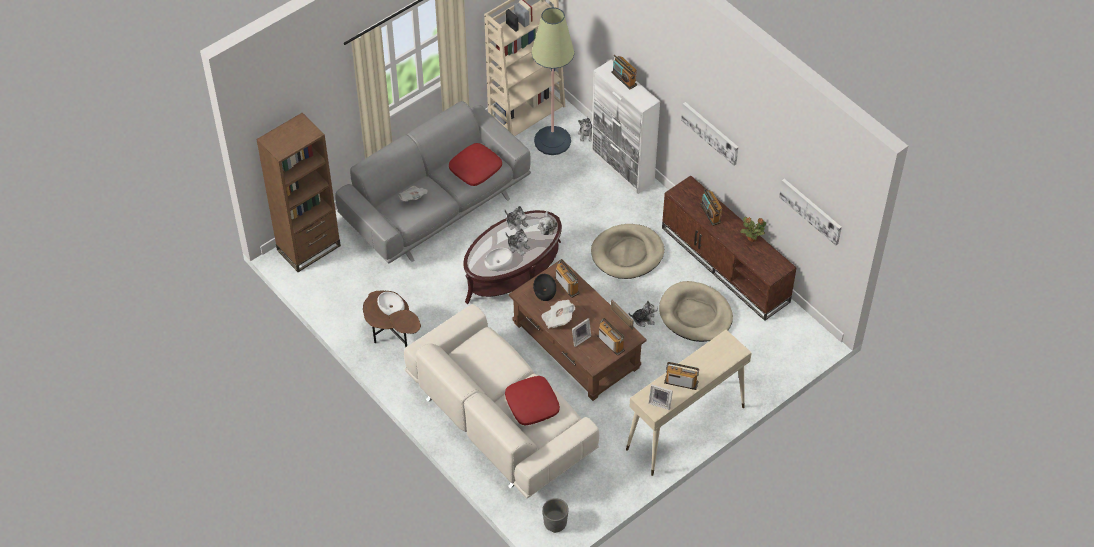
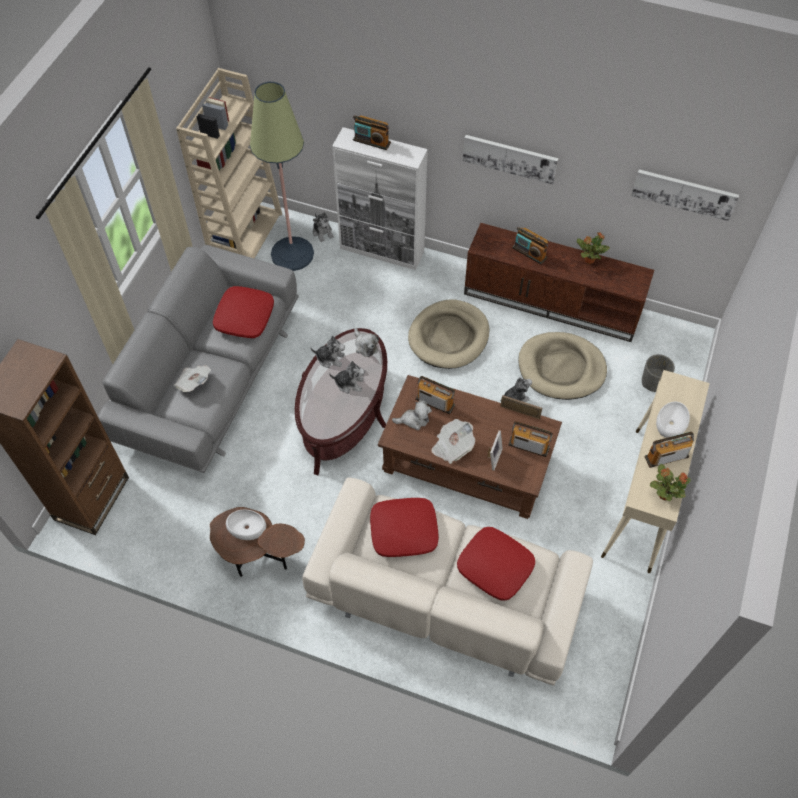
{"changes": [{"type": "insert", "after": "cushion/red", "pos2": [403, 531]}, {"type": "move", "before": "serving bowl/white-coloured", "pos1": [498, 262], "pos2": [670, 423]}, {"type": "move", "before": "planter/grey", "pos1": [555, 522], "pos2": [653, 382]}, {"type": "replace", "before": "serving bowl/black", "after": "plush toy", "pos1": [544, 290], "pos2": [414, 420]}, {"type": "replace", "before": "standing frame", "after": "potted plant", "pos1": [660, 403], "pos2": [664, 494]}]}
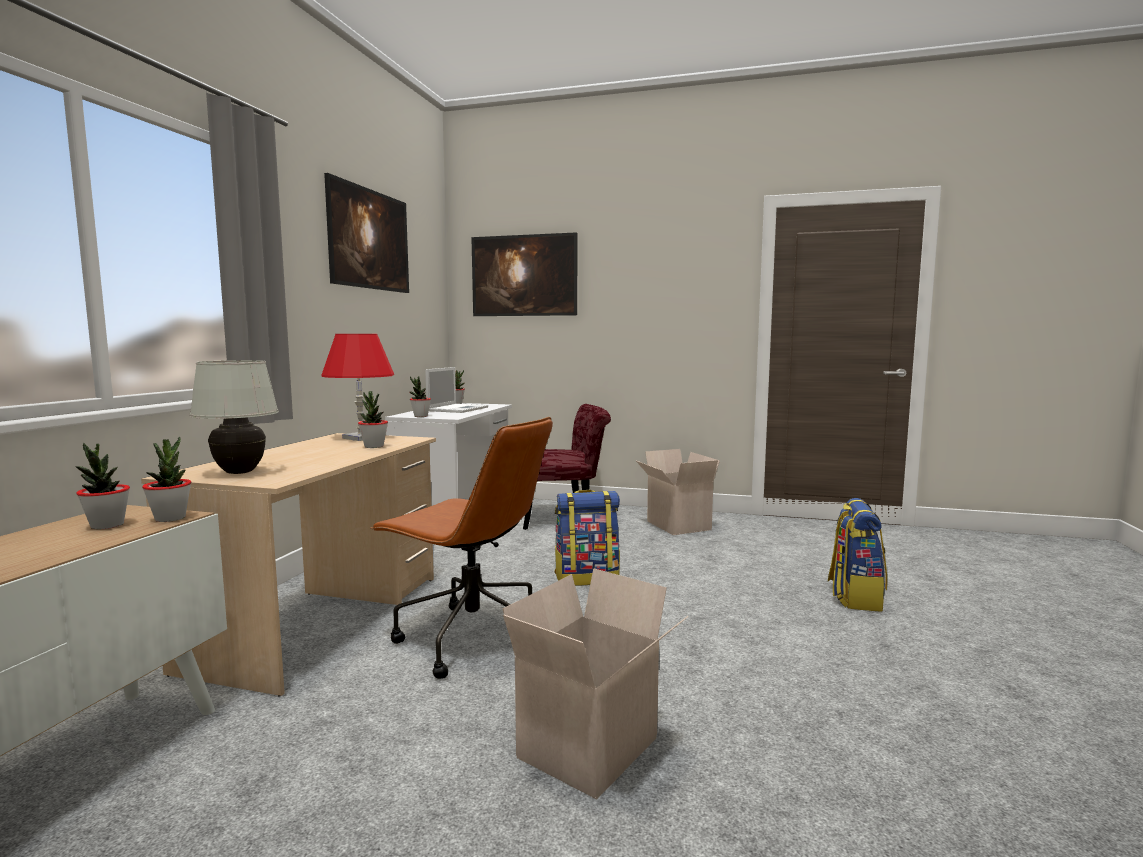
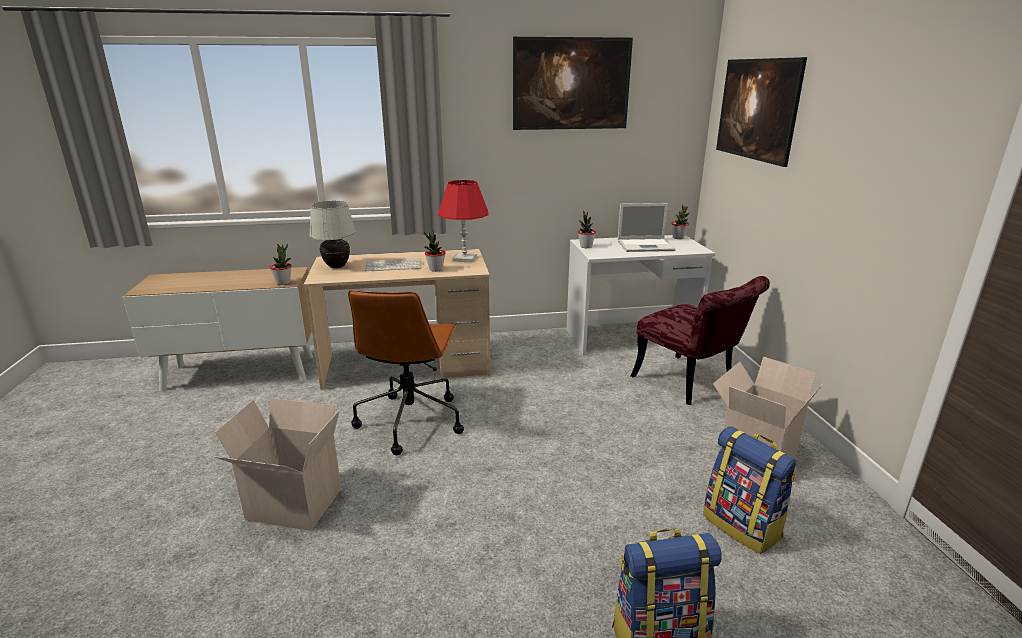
{"changes": [{"type": "delete", "before": "potted plant", "pos1": [107, 525]}, {"type": "insert", "after": "computer keyboard", "pos2": [394, 265]}, {"type": "move", "before": "rucksack", "pos1": [587, 577], "pos2": [742, 526]}]}
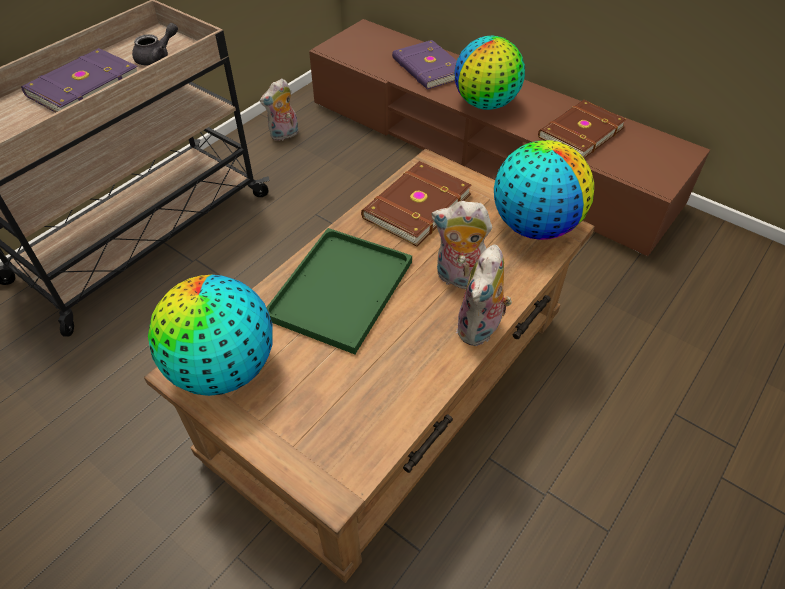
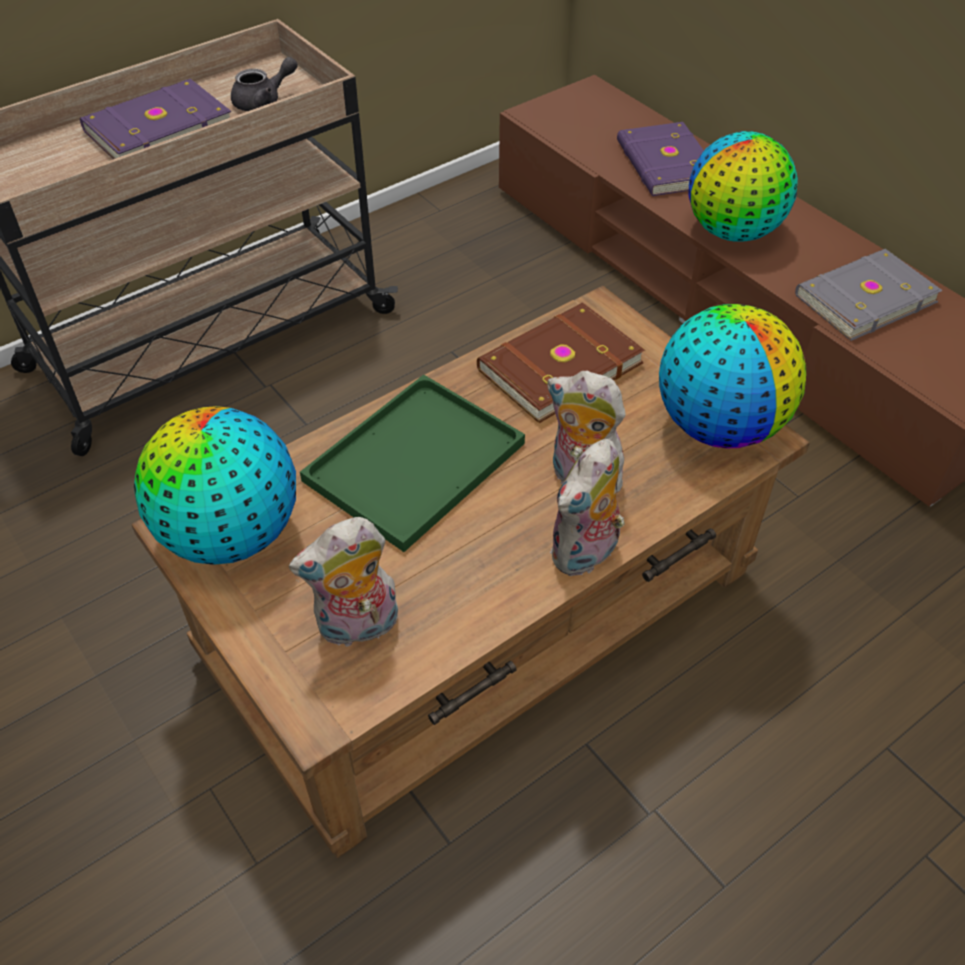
{"changes": [{"type": "move", "before": "plush toy", "pos1": [284, 135], "pos2": [357, 628]}, {"type": "recolor", "before": "bound book/brown-coloured", "after": "bound book/grey", "pos1": [579, 132], "pos2": [863, 297]}]}
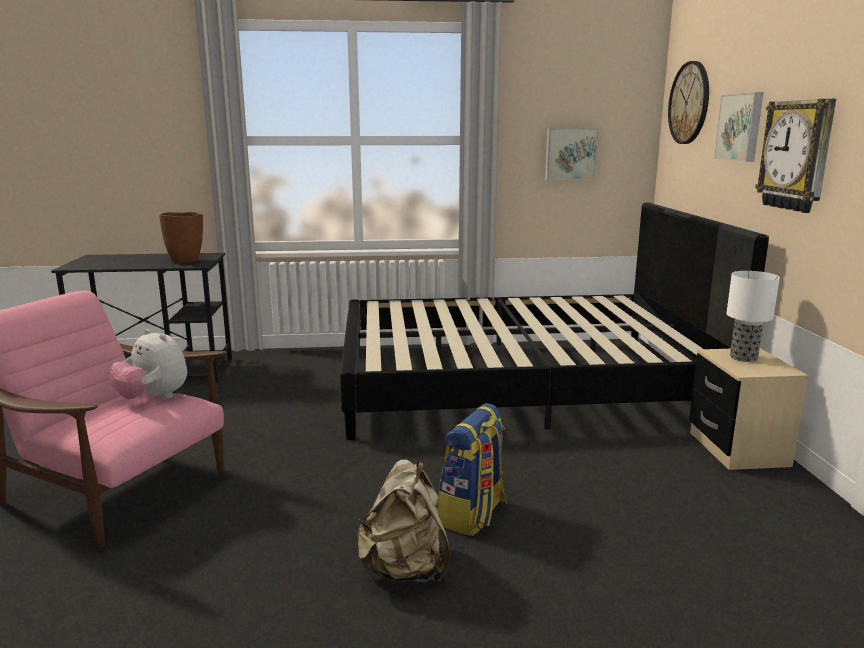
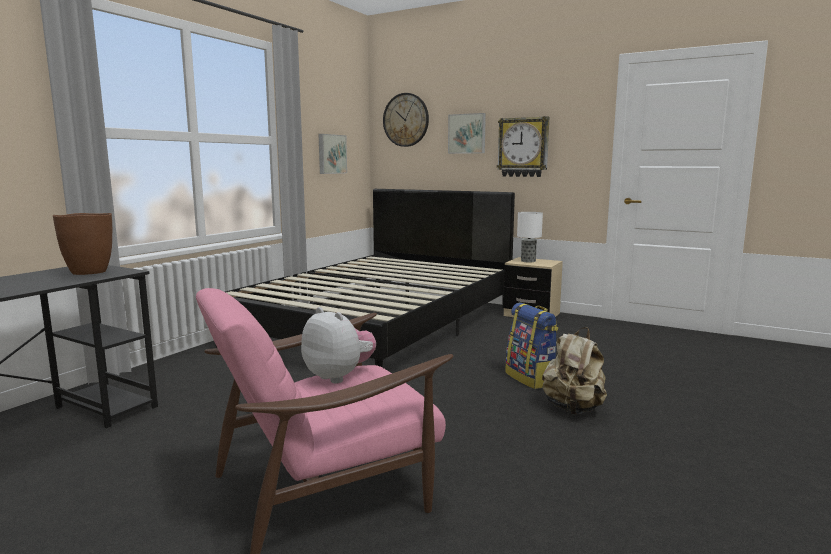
{"changes": [{"type": "rotate", "before": "plush toy", "pos1": [153, 398], "pos2": [339, 376], "turn": -120}]}
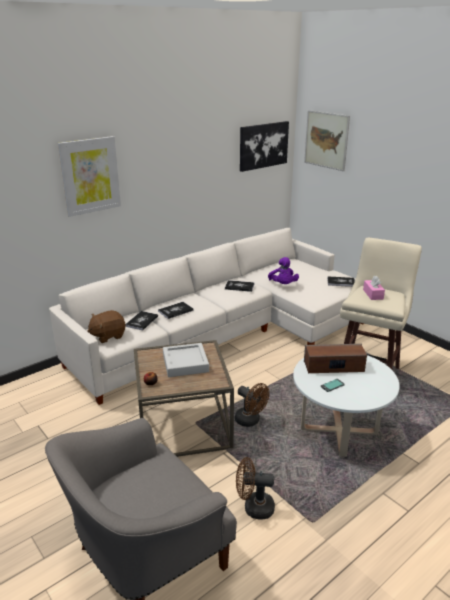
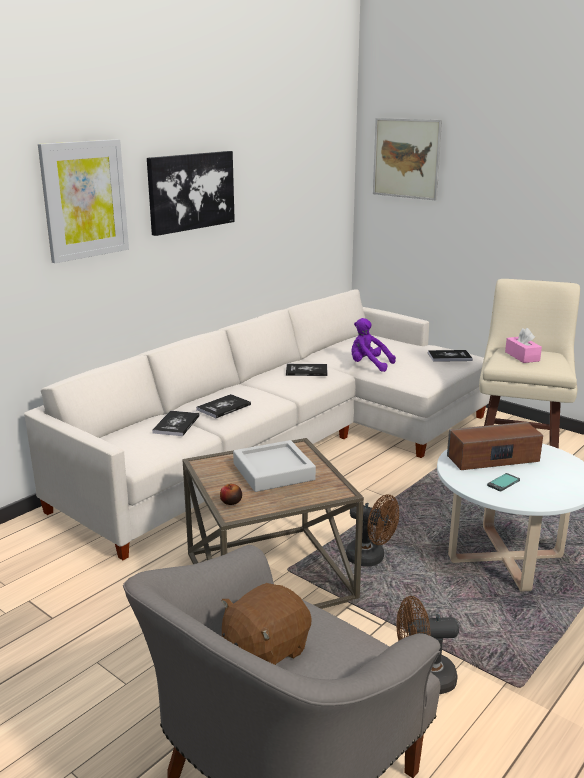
{"changes": [{"type": "move", "before": "plush toy/brown-coloured", "pos1": [108, 336], "pos2": [264, 650]}, {"type": "move", "before": "picture", "pos1": [263, 145], "pos2": [191, 191]}, {"type": "rotate", "before": "plush toy/purplish", "pos1": [283, 285], "pos2": [368, 365], "turn": 135}]}
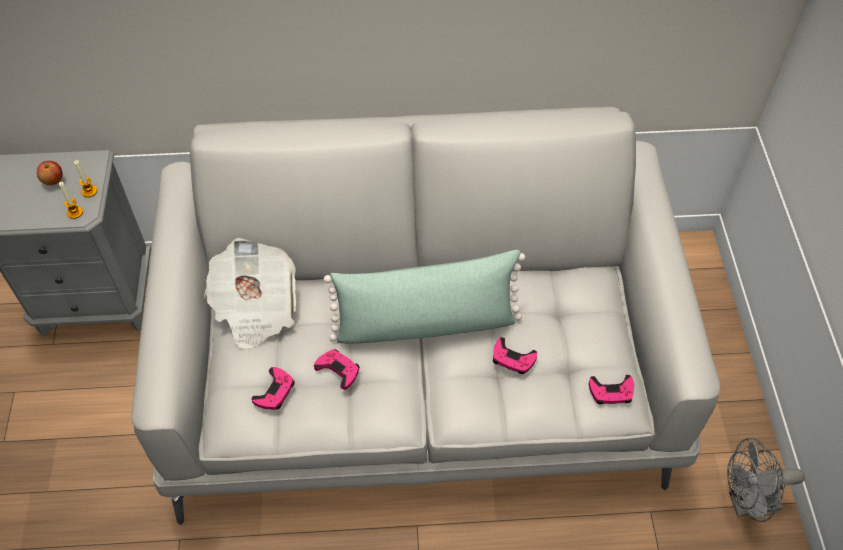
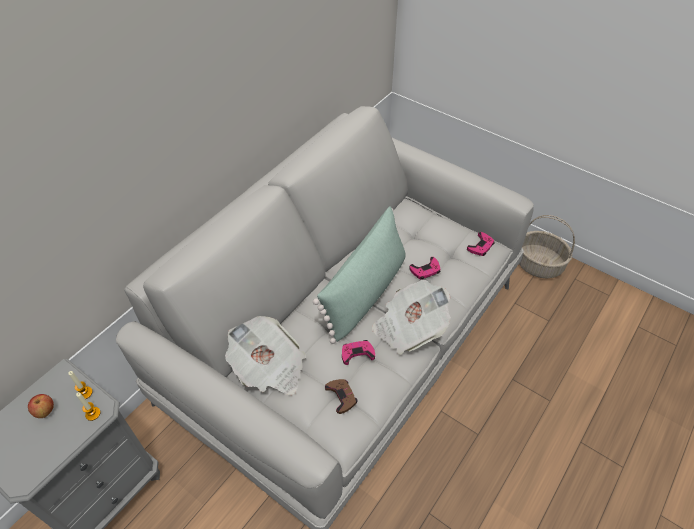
{"changes": [{"type": "insert", "after": "newspaper", "pos2": [409, 327]}, {"type": "replace", "before": "fan/grey", "after": "basket", "pos1": [746, 503], "pos2": [539, 265]}, {"type": "recolor", "before": "gamepad/pinkish", "after": "gamepad/brown-coloured", "pos1": [274, 391], "pos2": [341, 396]}]}
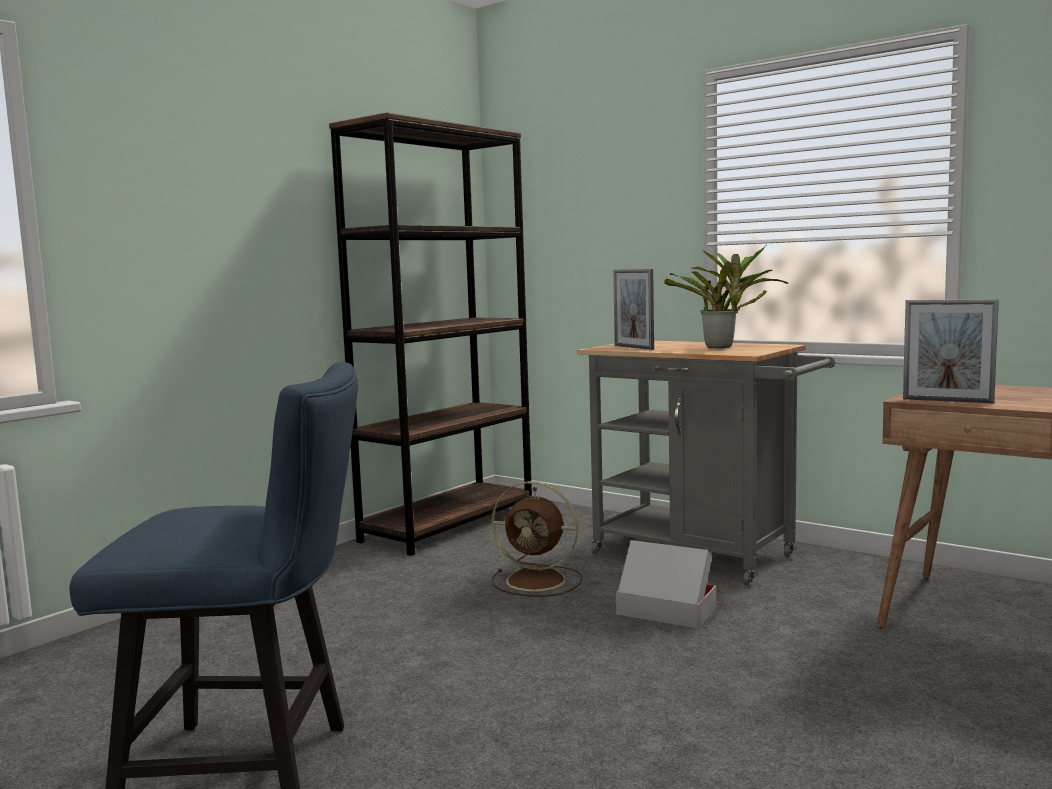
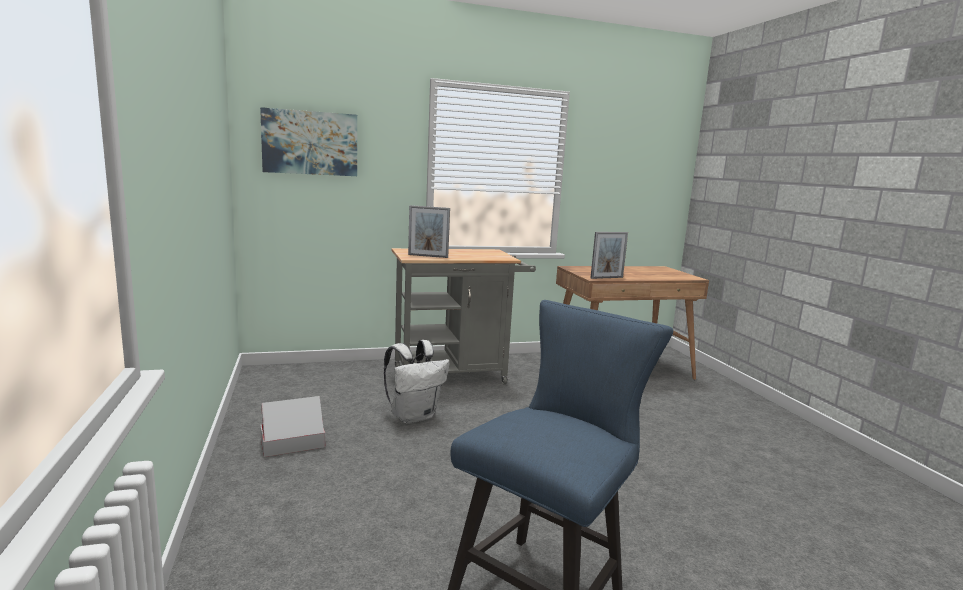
{"changes": [{"type": "delete", "before": "bookcase/brown-coloured", "pos1": [449, 524]}, {"type": "delete", "before": "potted plant", "pos1": [723, 347]}, {"type": "insert", "after": "picture", "pos2": [310, 143]}, {"type": "move", "before": "cardboard box", "pos1": [666, 611], "pos2": [292, 443]}, {"type": "replace", "before": "fan/brown-coloured", "after": "rucksack/white-coloured", "pos1": [539, 581], "pos2": [414, 416]}]}
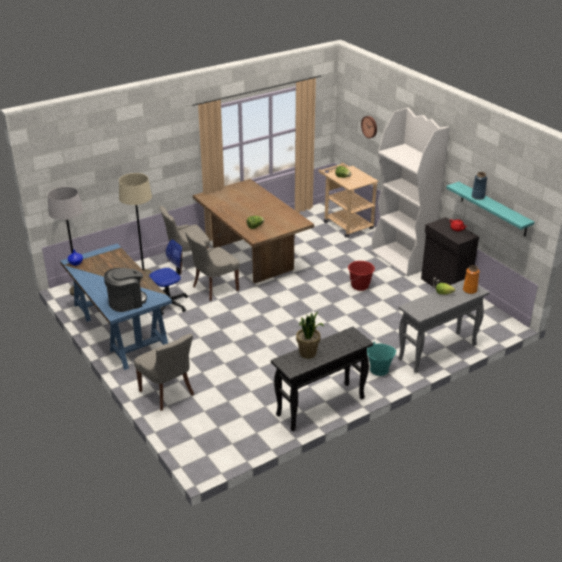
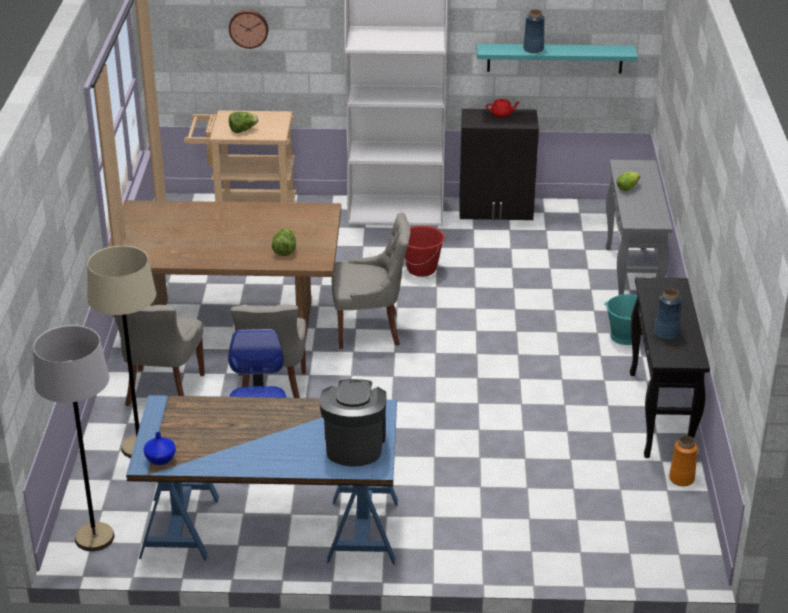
{"changes": [{"type": "move", "before": "chair/grey", "pos1": [168, 393], "pos2": [370, 330]}, {"type": "move", "before": "vase/orange-coloured", "pos1": [469, 290], "pos2": [681, 478]}, {"type": "replace", "before": "potted plant", "after": "vase/bluish", "pos1": [308, 353], "pos2": [666, 333]}]}
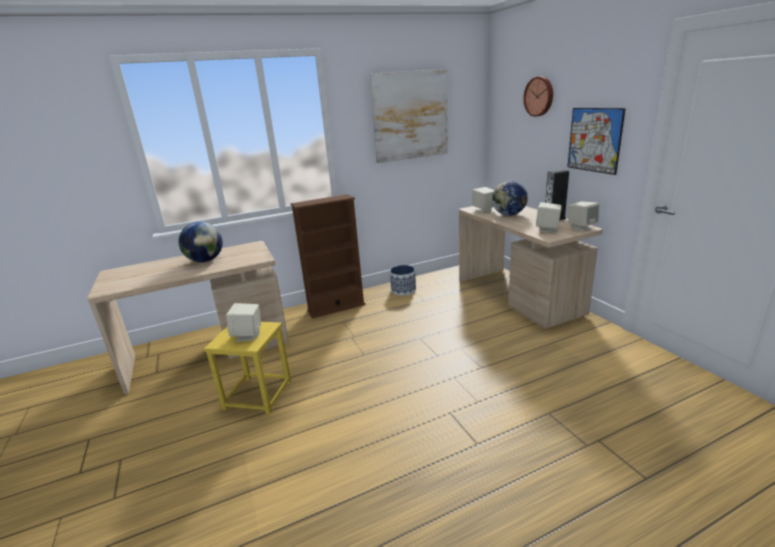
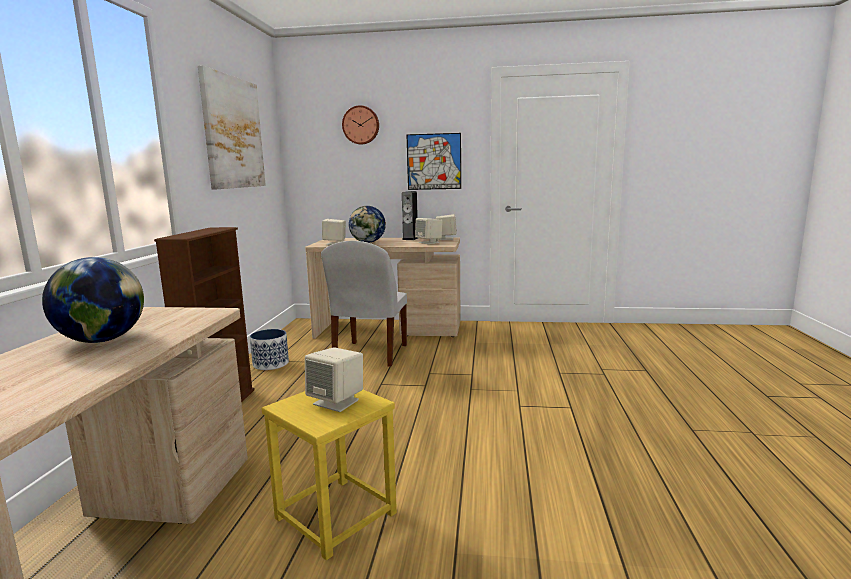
{"changes": [{"type": "insert", "after": "chair/white-coloured", "pos2": [369, 355]}]}
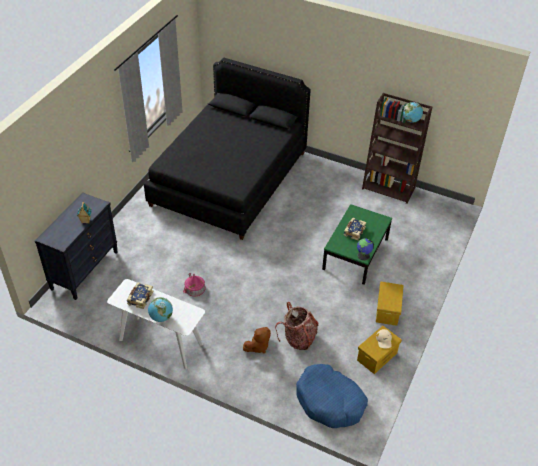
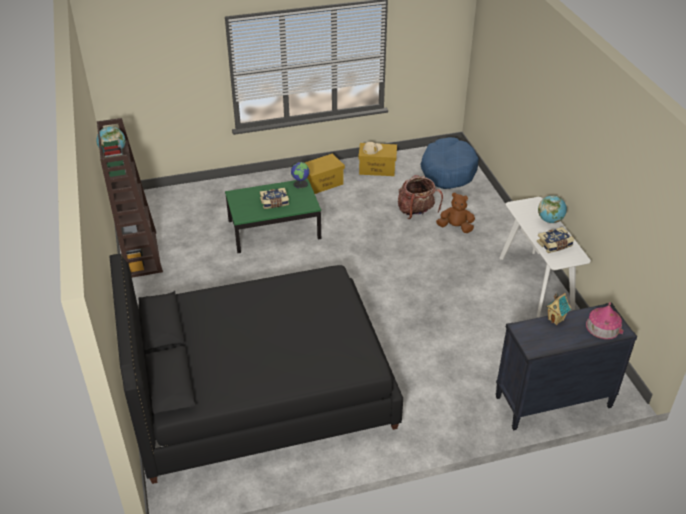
{"changes": [{"type": "move", "before": "toy house", "pos1": [194, 288], "pos2": [603, 327]}]}
